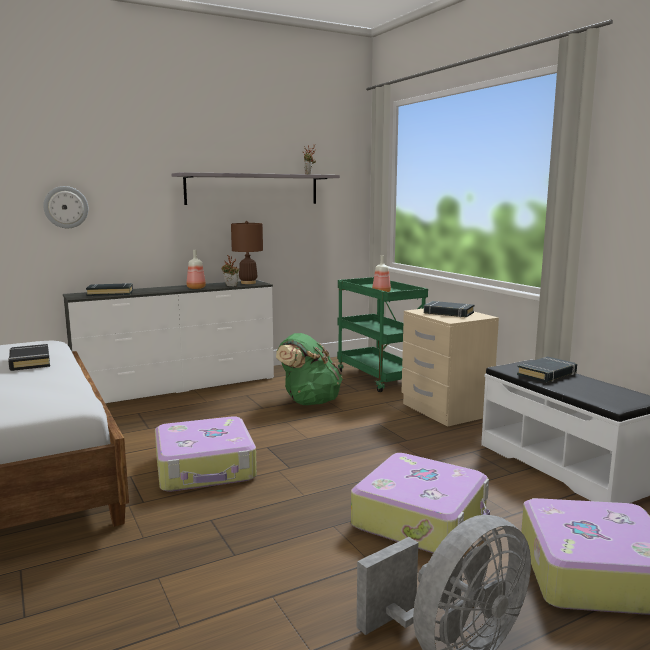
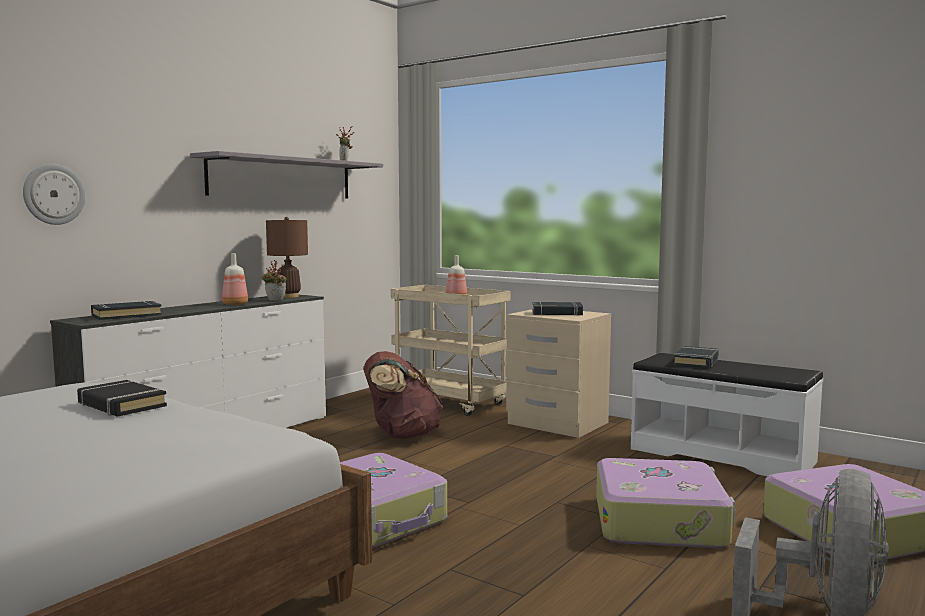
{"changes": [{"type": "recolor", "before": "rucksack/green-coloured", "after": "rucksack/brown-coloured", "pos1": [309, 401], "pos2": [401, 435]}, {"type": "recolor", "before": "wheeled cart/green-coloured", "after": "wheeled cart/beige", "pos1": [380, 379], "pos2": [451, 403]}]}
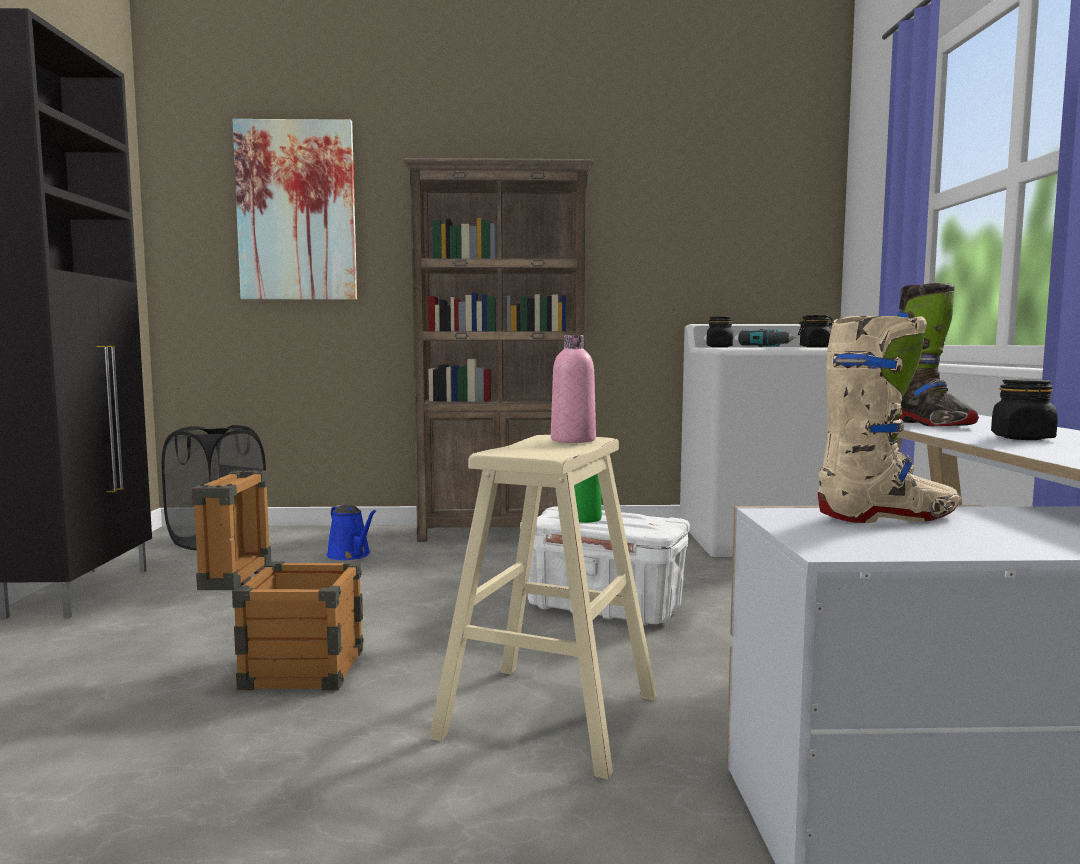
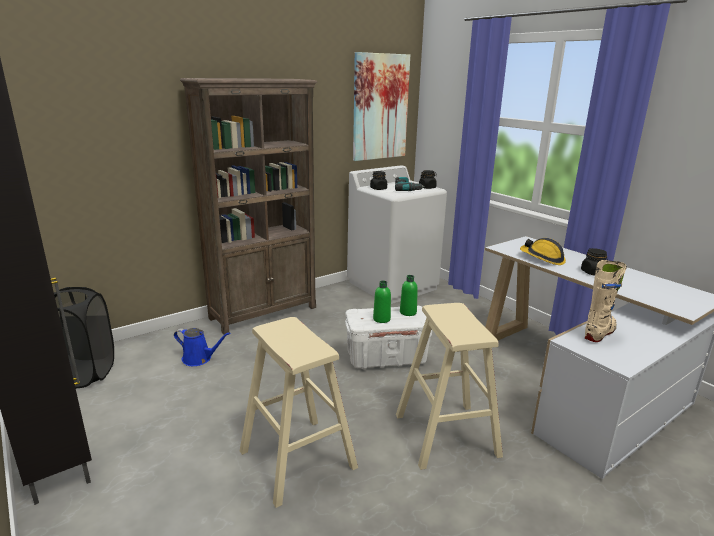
{"changes": [{"type": "delete", "before": "bottle/pinkish", "pos1": [573, 440]}, {"type": "insert", "after": "bottle/green-coloured", "pos2": [408, 312]}, {"type": "move", "before": "picture", "pos1": [296, 211], "pos2": [380, 107]}, {"type": "replace", "before": "packing crate", "after": "stool/beige", "pos1": [287, 668], "pos2": [297, 459]}, {"type": "replace", "before": "high-top boot/black", "after": "work helmet", "pos1": [930, 424], "pos2": [542, 258]}]}
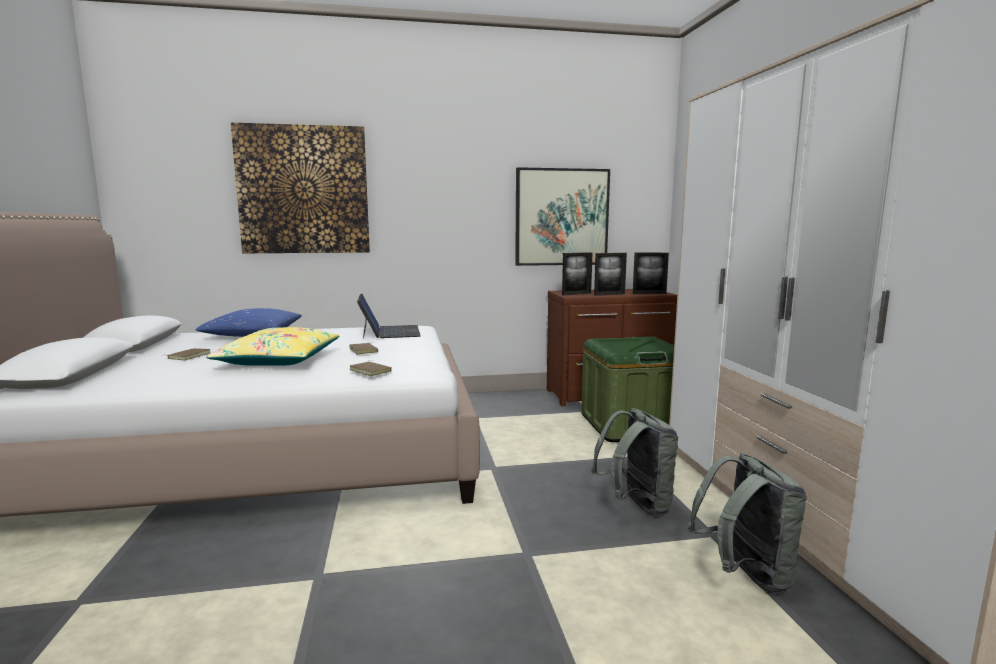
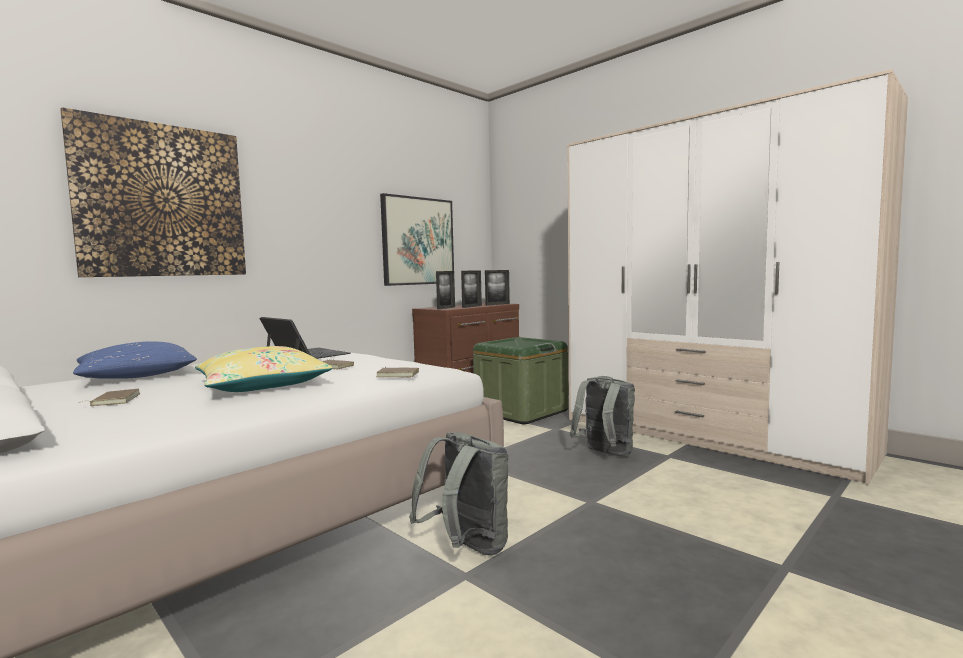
{"changes": [{"type": "move", "before": "rucksack/grey", "pos1": [745, 575], "pos2": [467, 548]}]}
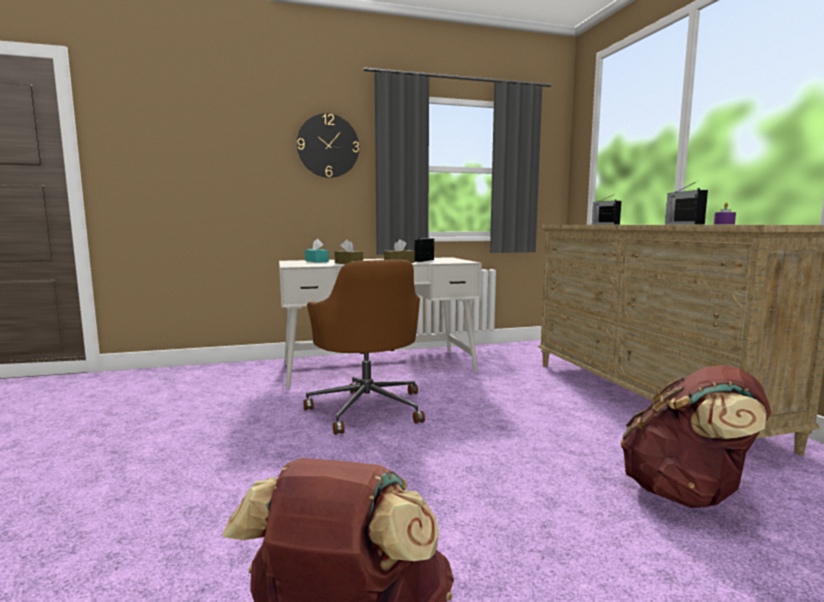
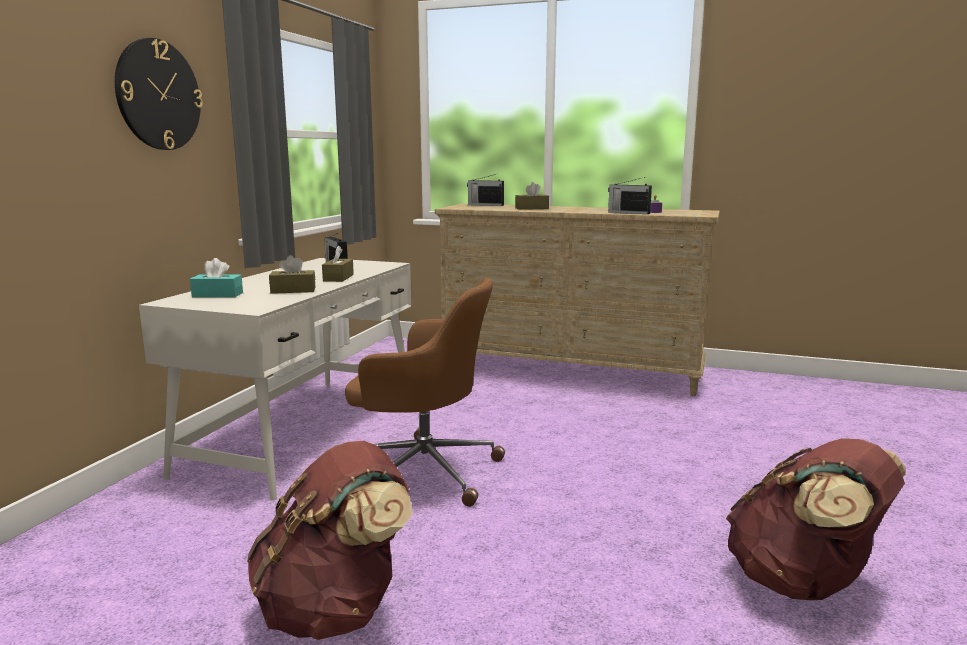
{"changes": [{"type": "insert", "after": "tissue holder/brown-coloured", "pos2": [531, 208]}, {"type": "move", "before": "rucksack/brown-coloured", "pos1": [686, 494], "pos2": [335, 609]}]}
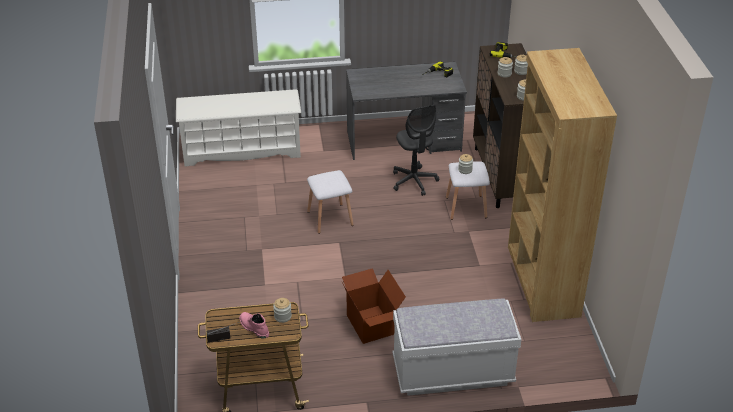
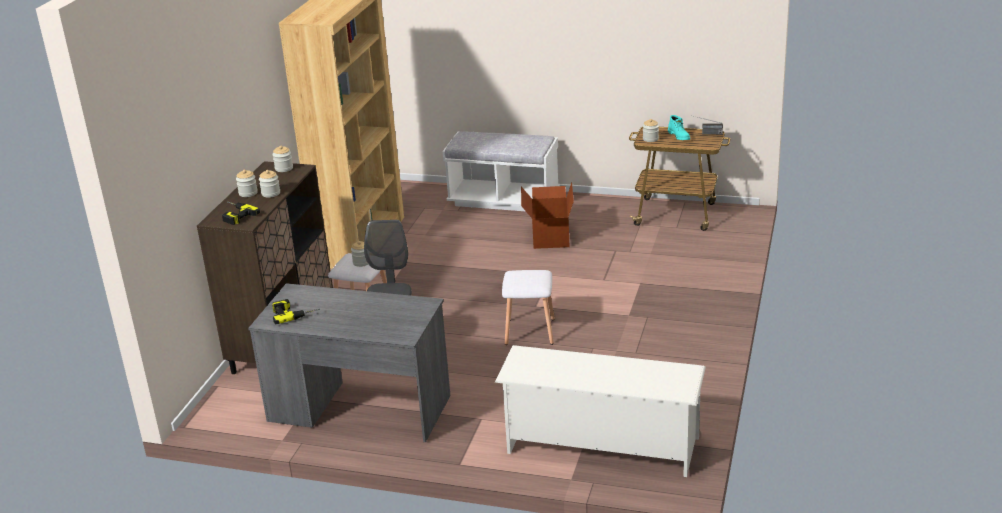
{"changes": [{"type": "recolor", "before": "high-top boot/pinkish", "after": "high-top boot/turquoise", "pos1": [253, 328], "pos2": [679, 136]}]}
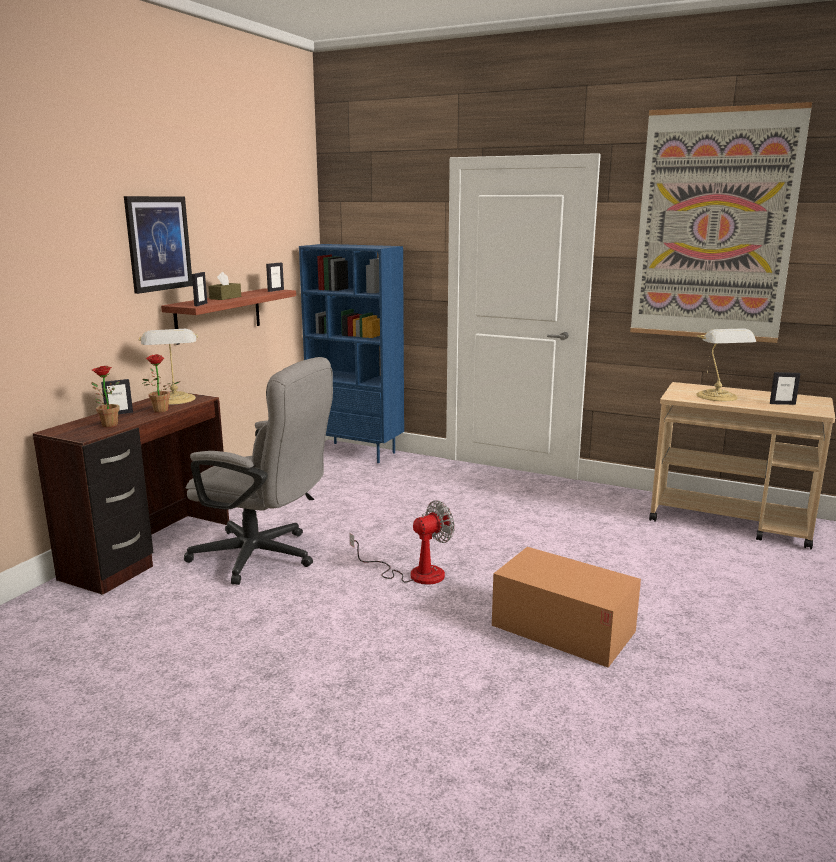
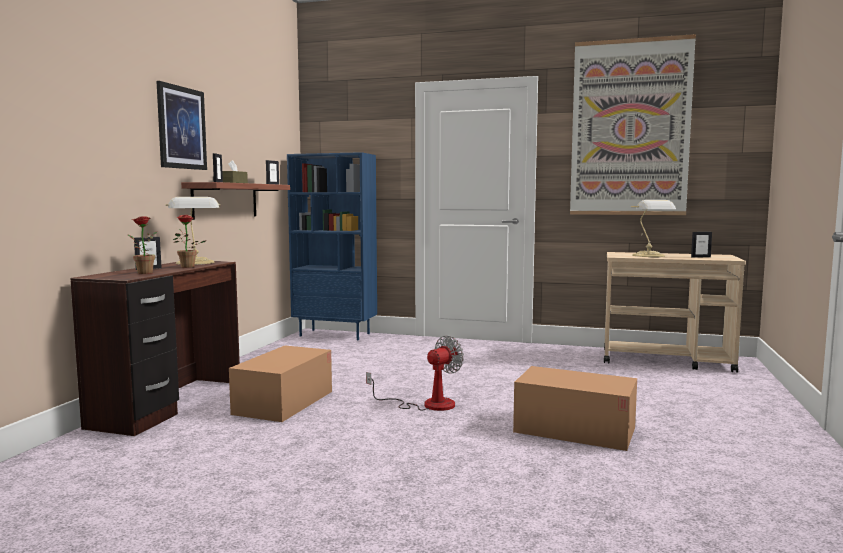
{"changes": [{"type": "replace", "before": "office chair/grey", "after": "cardboard box", "pos1": [264, 557], "pos2": [284, 402]}]}
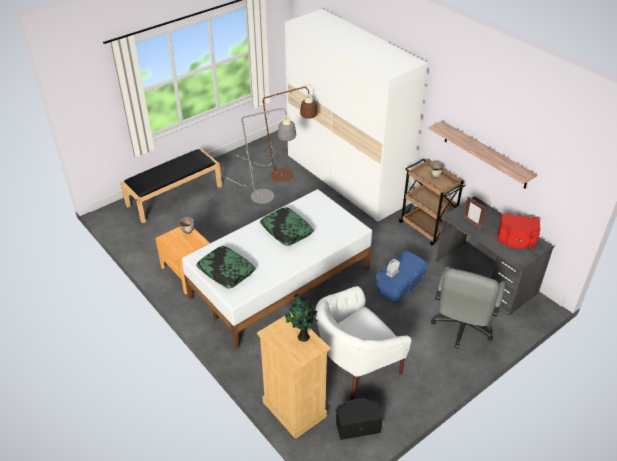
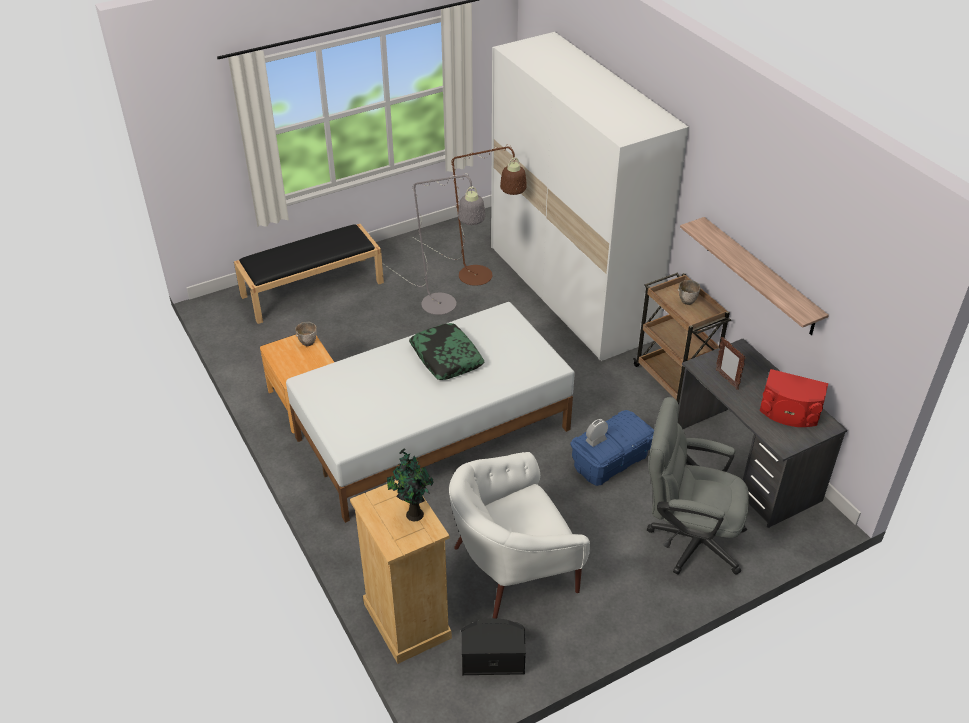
{"changes": [{"type": "delete", "before": "cushion", "pos1": [226, 271]}, {"type": "rotate", "before": "office chair/grey", "pos1": [461, 329], "pos2": [687, 538], "turn": 75}]}
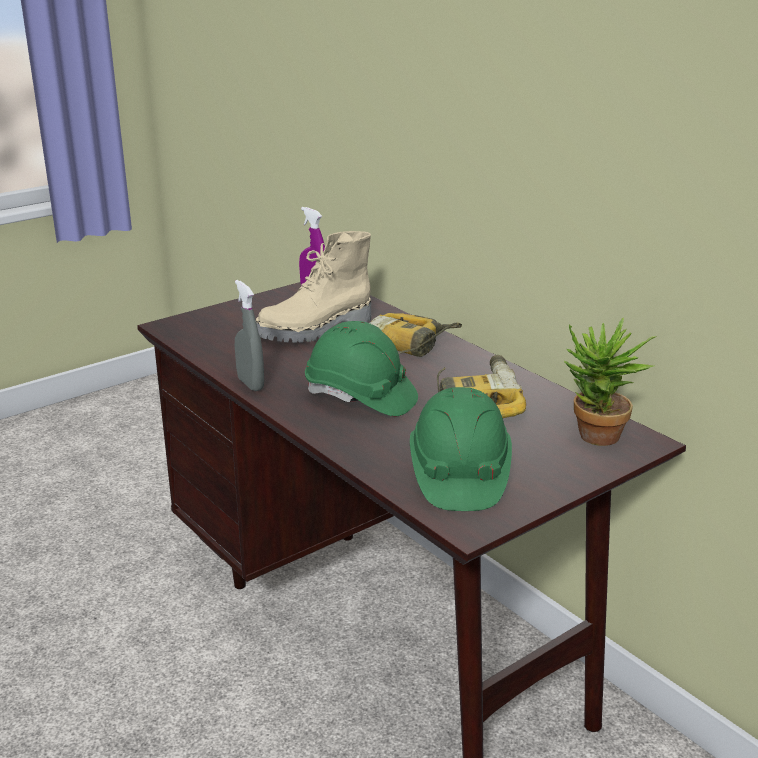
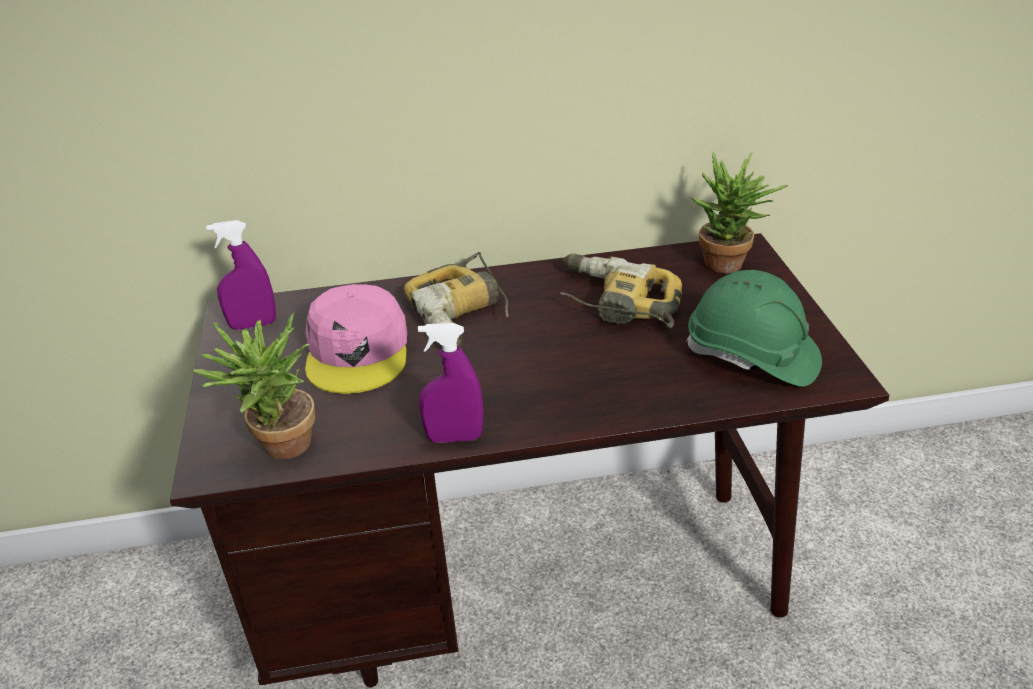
{"changes": [{"type": "delete", "before": "work helmet/green-coloured", "pos1": [360, 397]}, {"type": "insert", "after": "potted plant", "pos2": [279, 449]}, {"type": "replace", "before": "high-top boot/beige", "after": "cap/pinkish", "pos1": [316, 330], "pos2": [358, 351]}, {"type": "recolor", "before": "spray bottle/grey", "after": "spray bottle/purplish", "pos1": [250, 384], "pos2": [454, 437]}]}
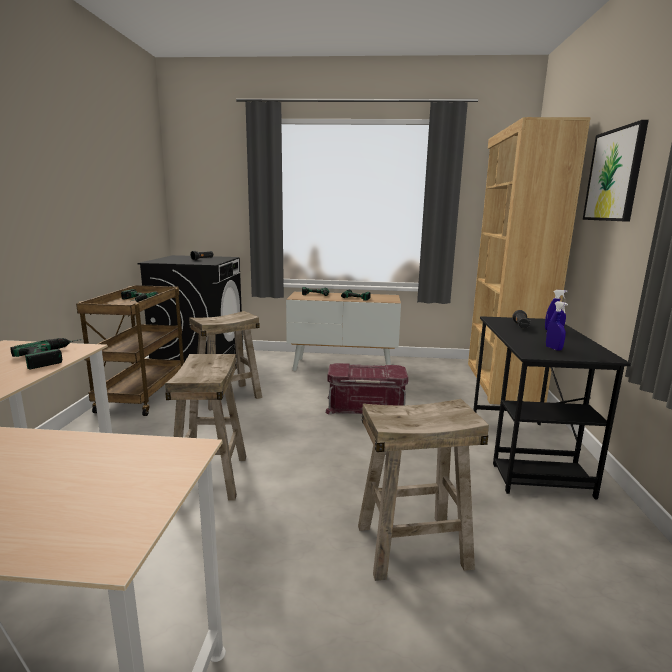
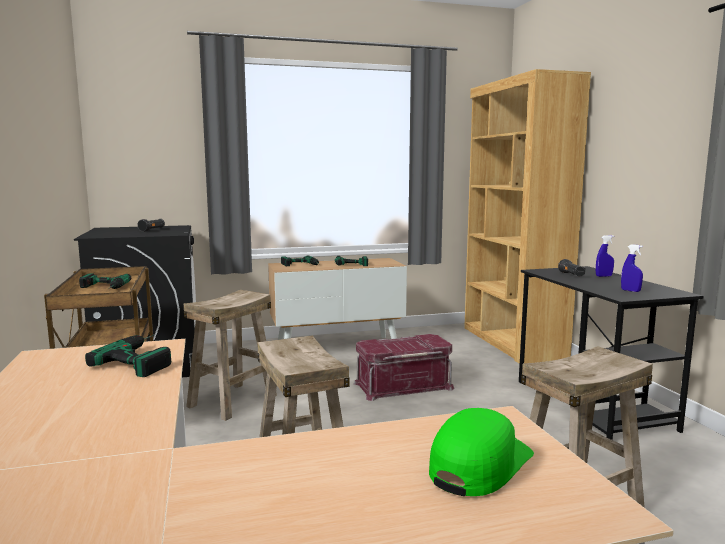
{"changes": [{"type": "delete", "before": "picture", "pos1": [614, 175]}, {"type": "insert", "after": "cap/green-coloured", "pos2": [480, 464]}]}
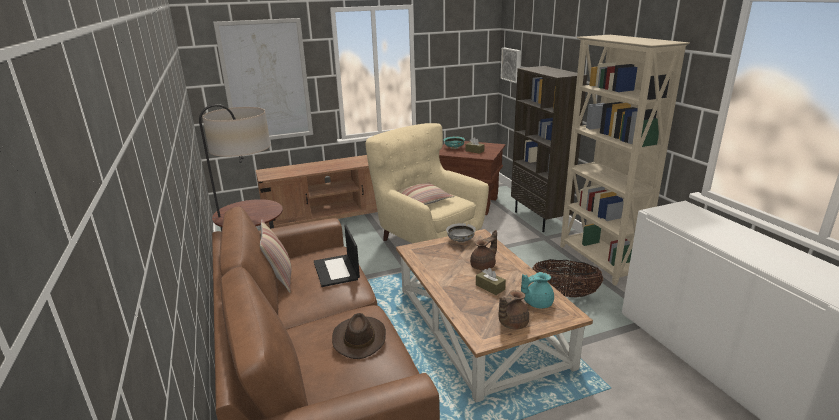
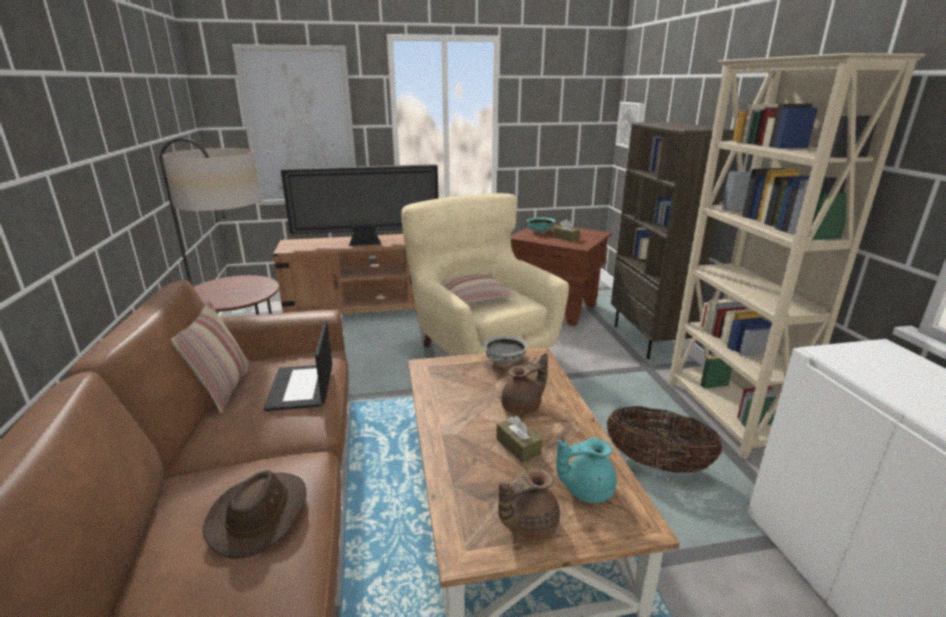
{"changes": [{"type": "insert", "after": "television", "pos2": [367, 243]}]}
